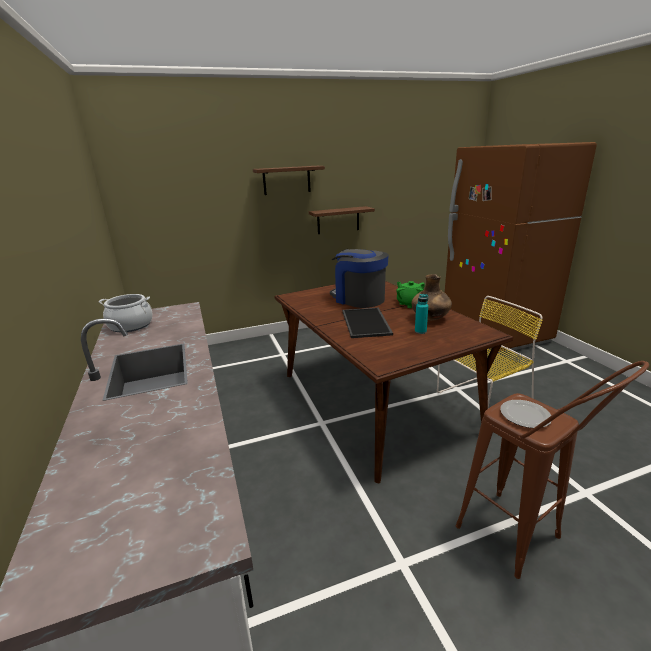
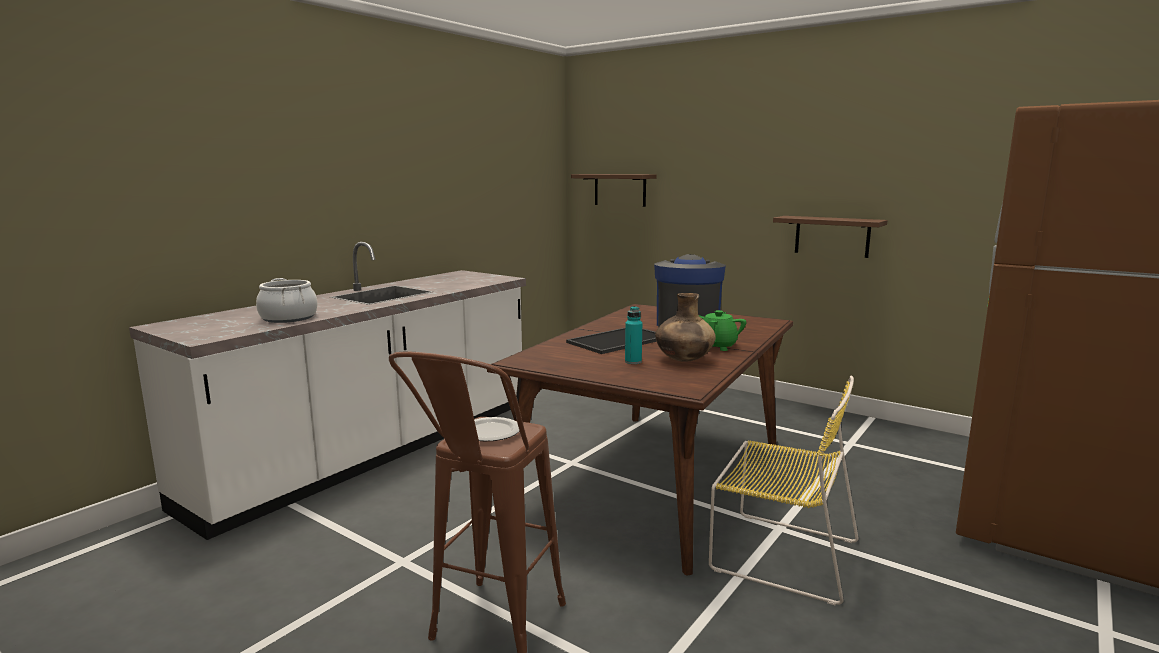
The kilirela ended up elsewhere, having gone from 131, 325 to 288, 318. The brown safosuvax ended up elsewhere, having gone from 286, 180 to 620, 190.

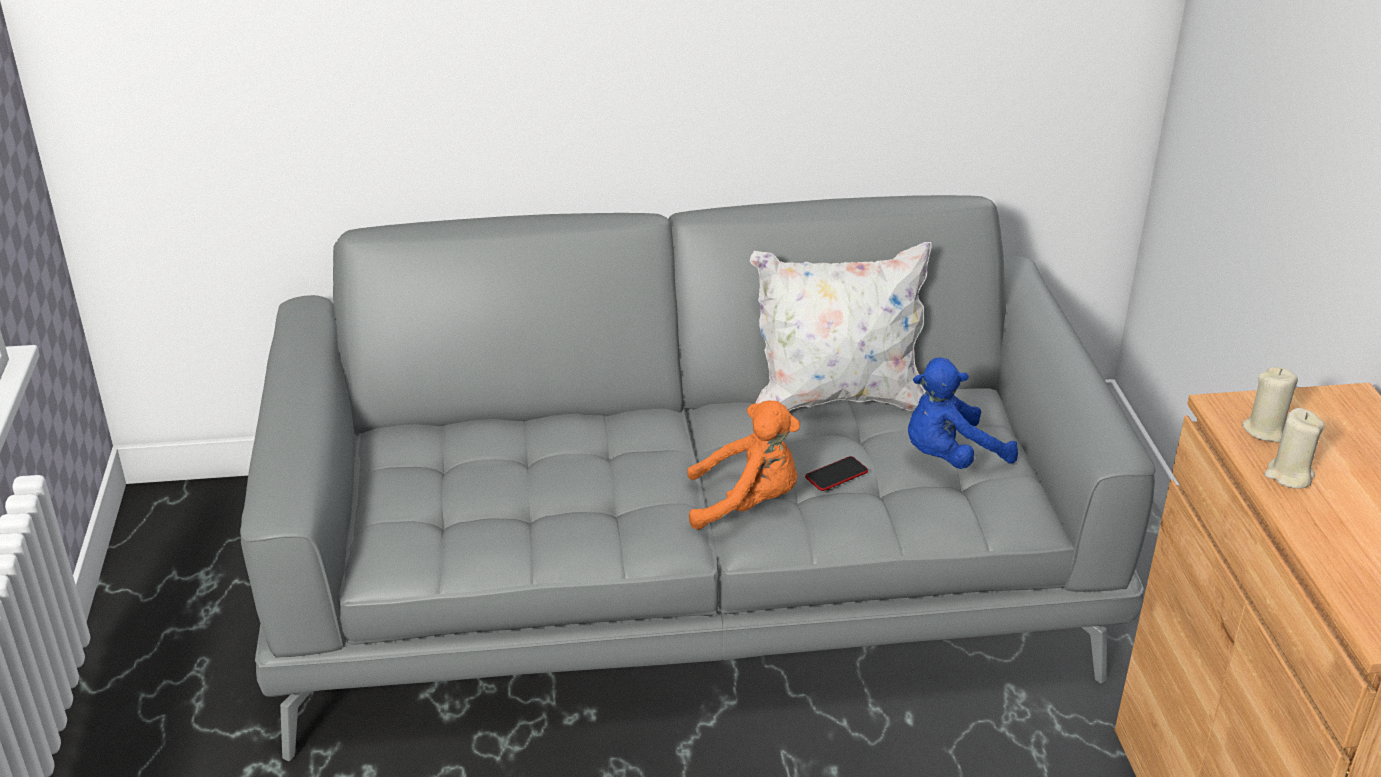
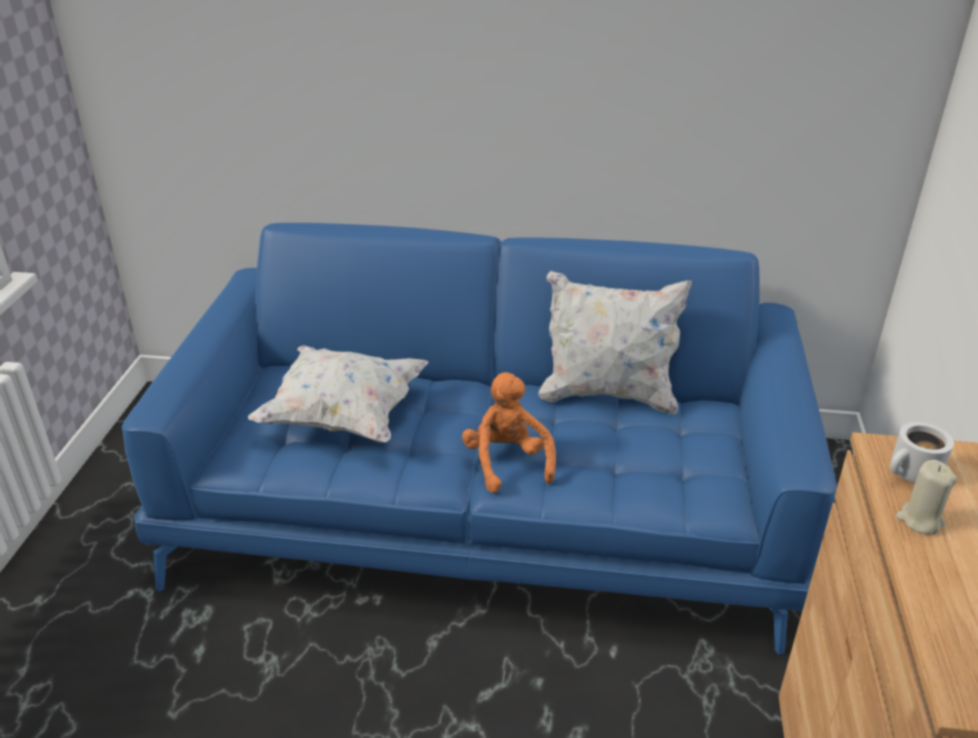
What was the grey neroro at 689, 574 turned into the blue neroro at 488, 507. The second view gained the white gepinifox at 343, 416. The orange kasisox at 747, 503 ended up facing another way, 120 degrees counterclockwise from before. Where the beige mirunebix stood at 1266, 430, the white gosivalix came to stand at 912, 475. The second view lost the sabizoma at 836, 475. The second view lost the blue kasisox at 950, 457.

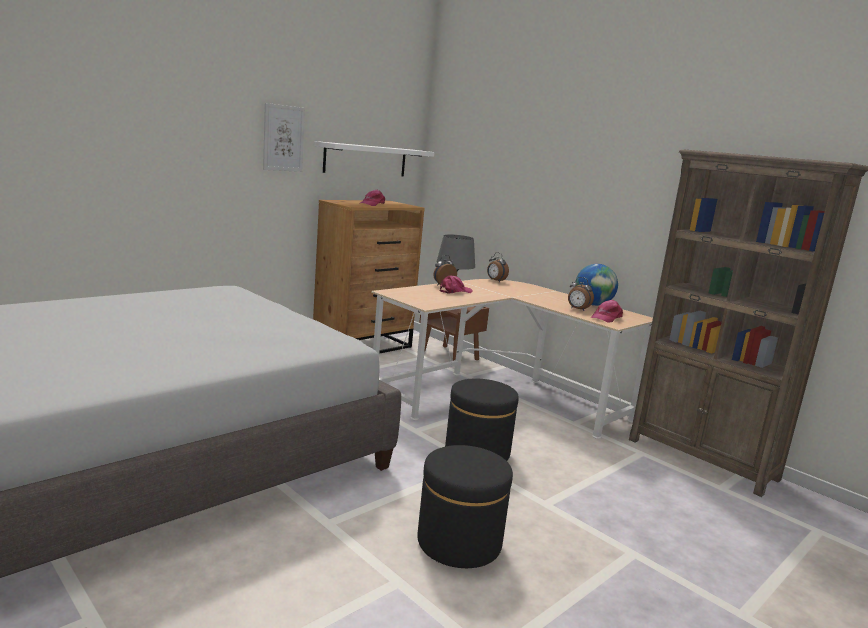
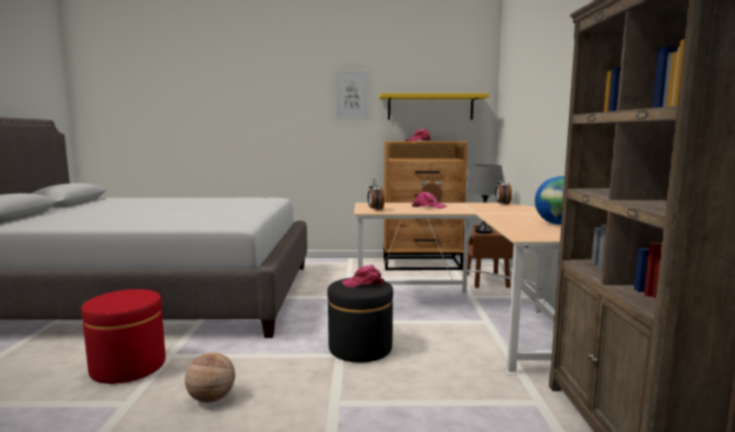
The second view gained the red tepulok at 128, 367. Where the black tepulok stood at 459, 542, the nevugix came to stand at 211, 399. The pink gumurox ended up elsewhere, having gone from 606, 317 to 363, 283. The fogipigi ended up elsewhere, having gone from 577, 309 to 375, 209. What was the white safosuvax at 366, 160 turned into the yellow safosuvax at 430, 107.

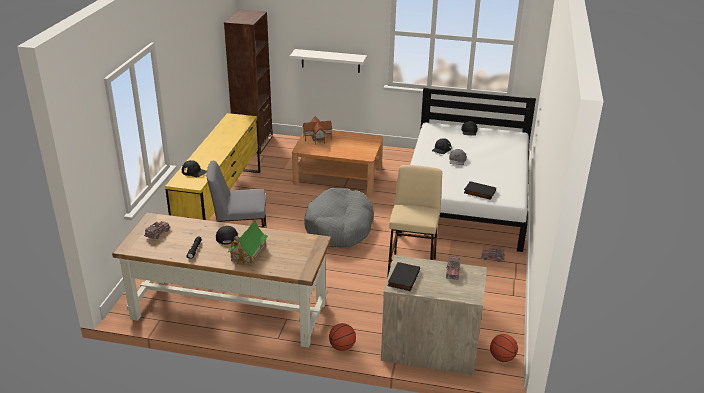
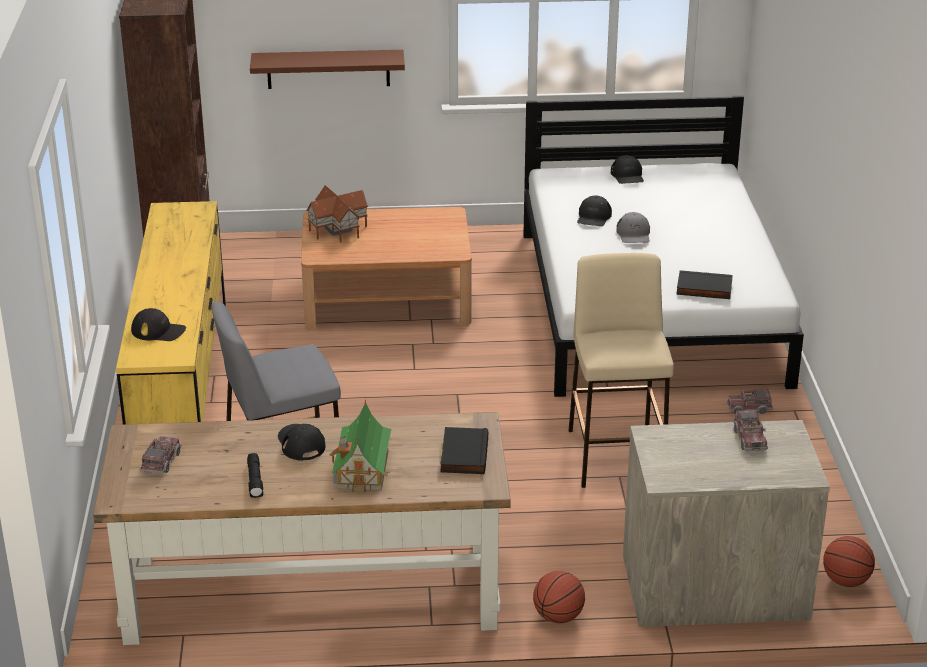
What was the white safosuvax at 330, 61 turned into the brown safosuvax at 328, 69. The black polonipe ended up elsewhere, having gone from 403, 278 to 462, 454. The second view lost the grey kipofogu at 339, 227.

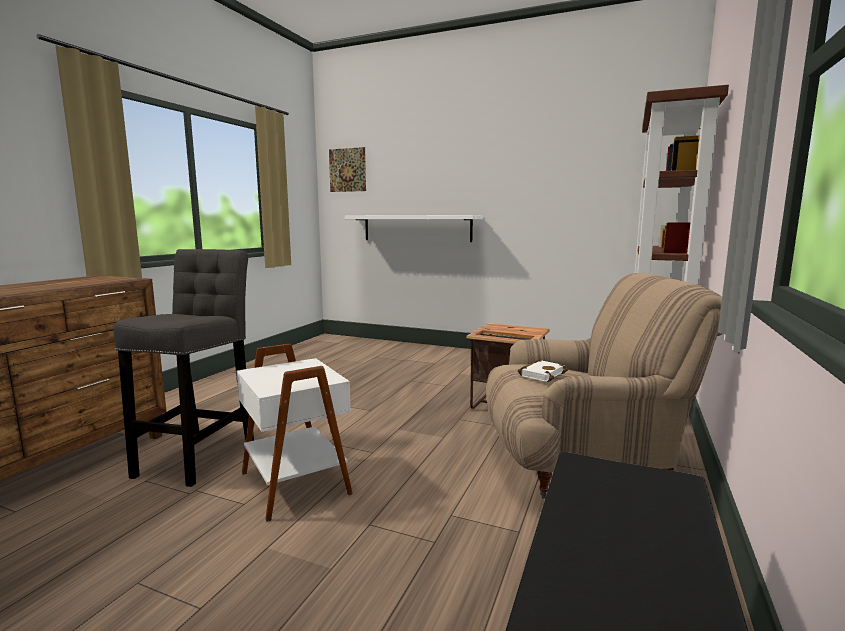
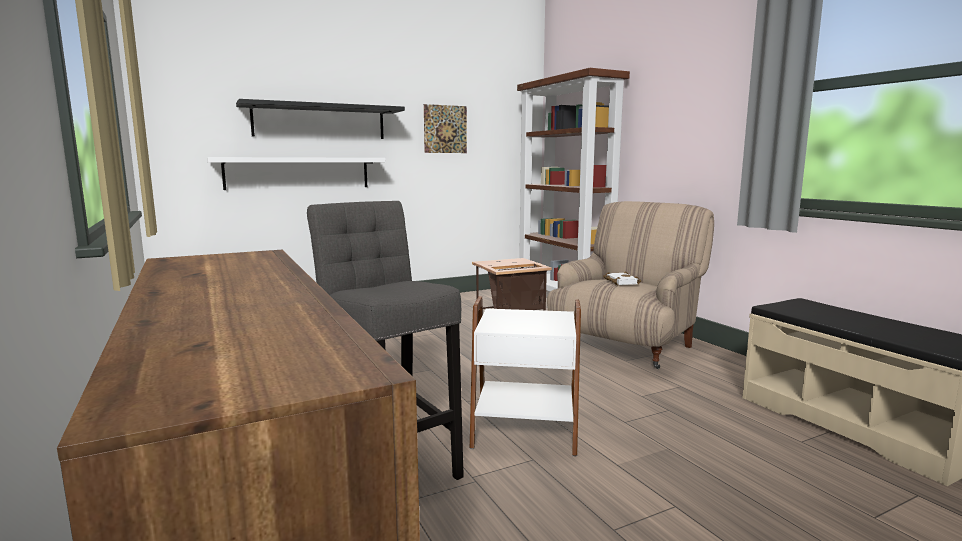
The second view gained the black safosuvax at 320, 122. The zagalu ended up elsewhere, having gone from 347, 170 to 445, 129.

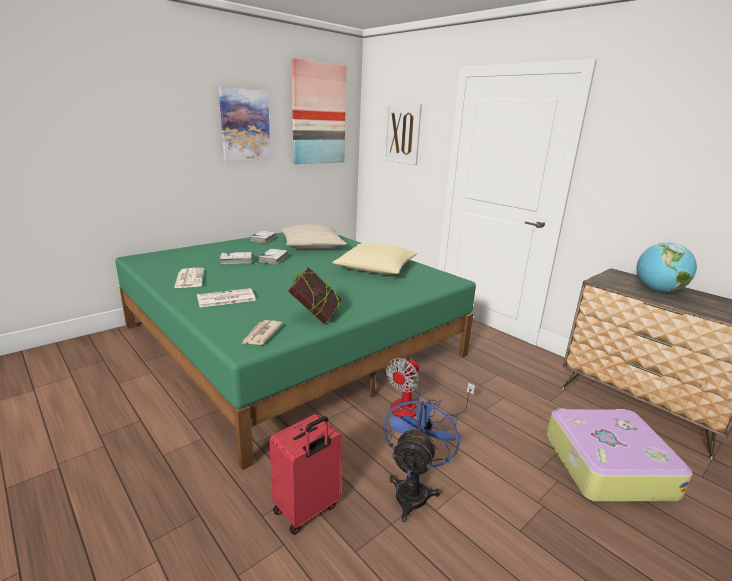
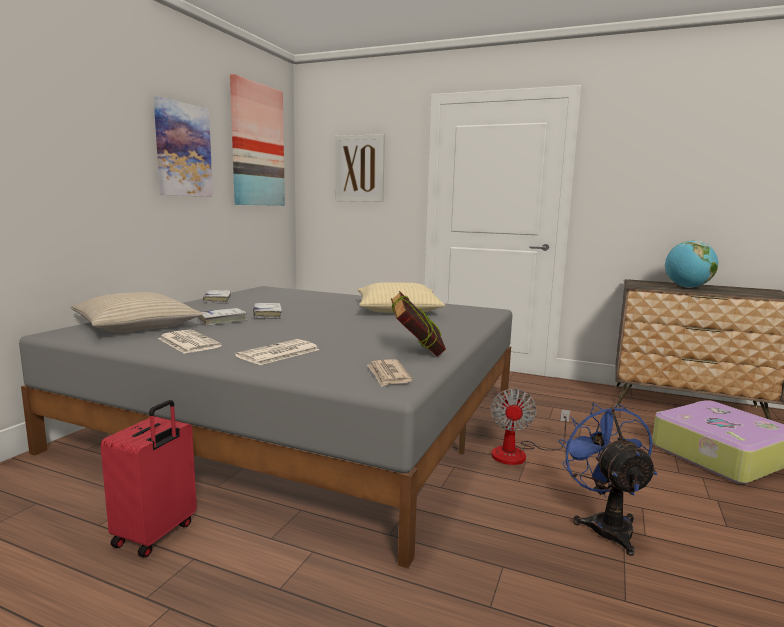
What was the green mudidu at 293, 340 turned into the grey mudidu at 306, 420. The beige gepinifox ended up elsewhere, having gone from 312, 245 to 136, 326. The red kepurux ended up elsewhere, having gone from 307, 510 to 156, 534.

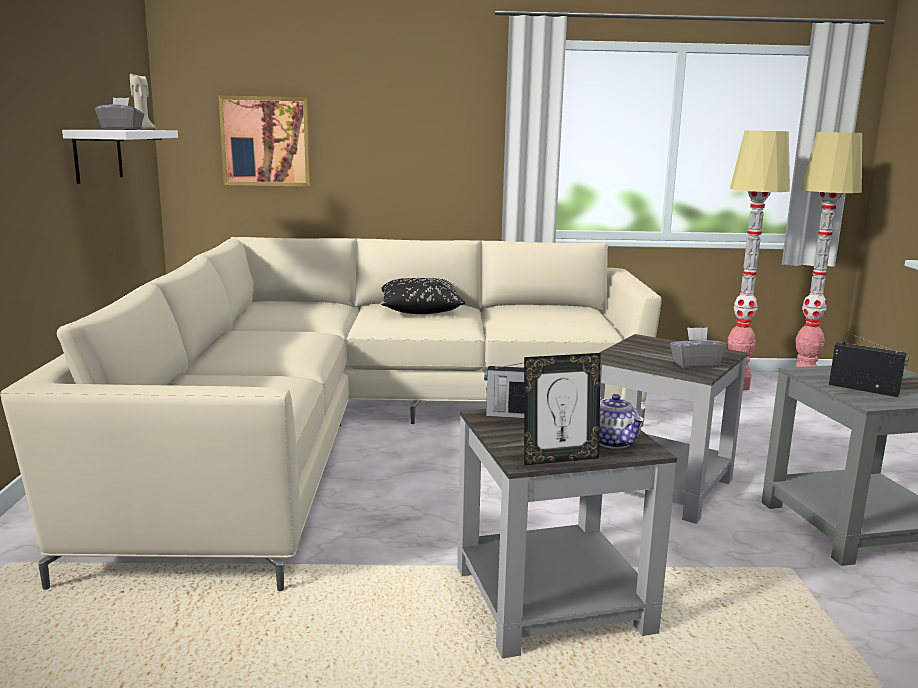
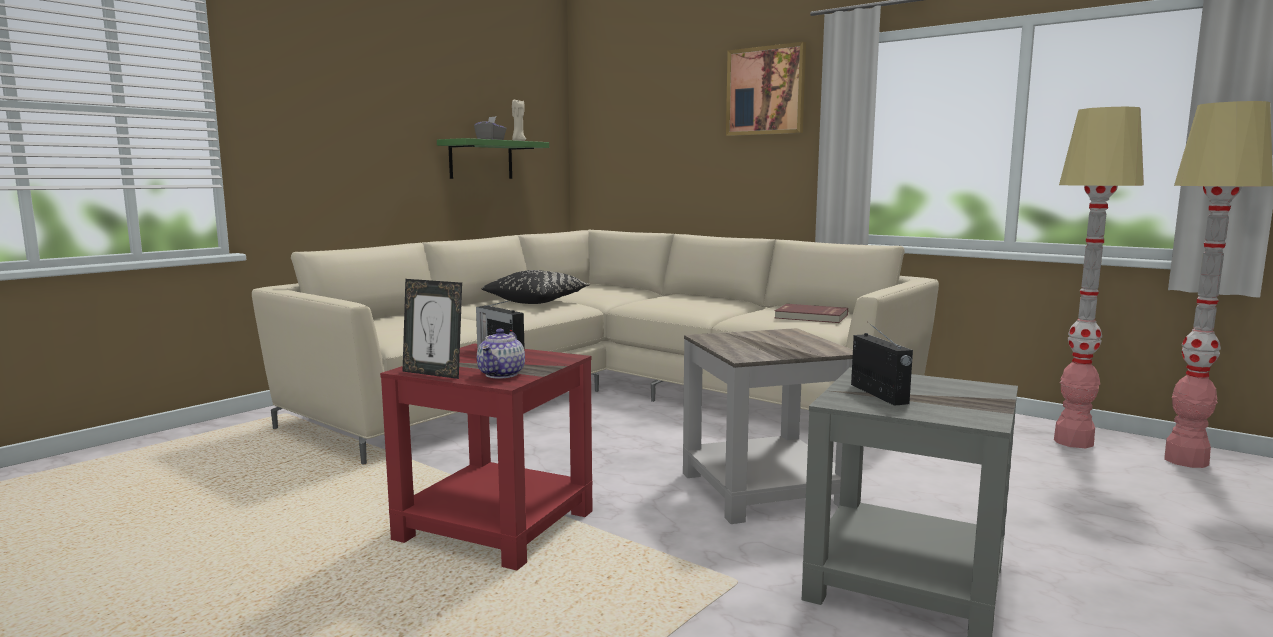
What was the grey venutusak at 552, 598 turned into the red venutusak at 499, 525. What was the white safosuvax at 98, 155 turned into the green safosuvax at 481, 160. The black gepinifox ended up elsewhere, having gone from 419, 310 to 537, 301. The zagalu ended up elsewhere, having gone from 266, 141 to 765, 91. The second view gained the red polonipe at 811, 317. The second view lost the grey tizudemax at 695, 364.

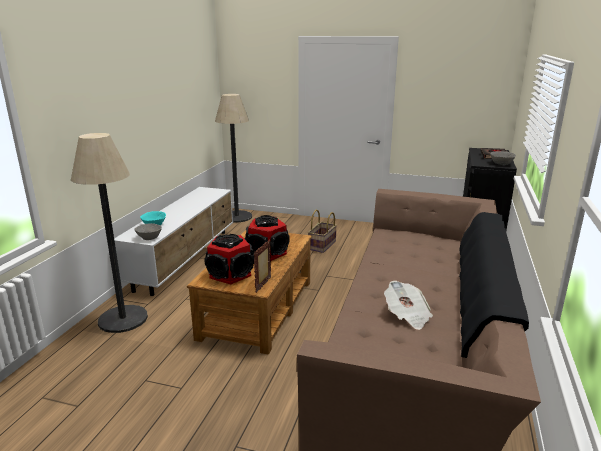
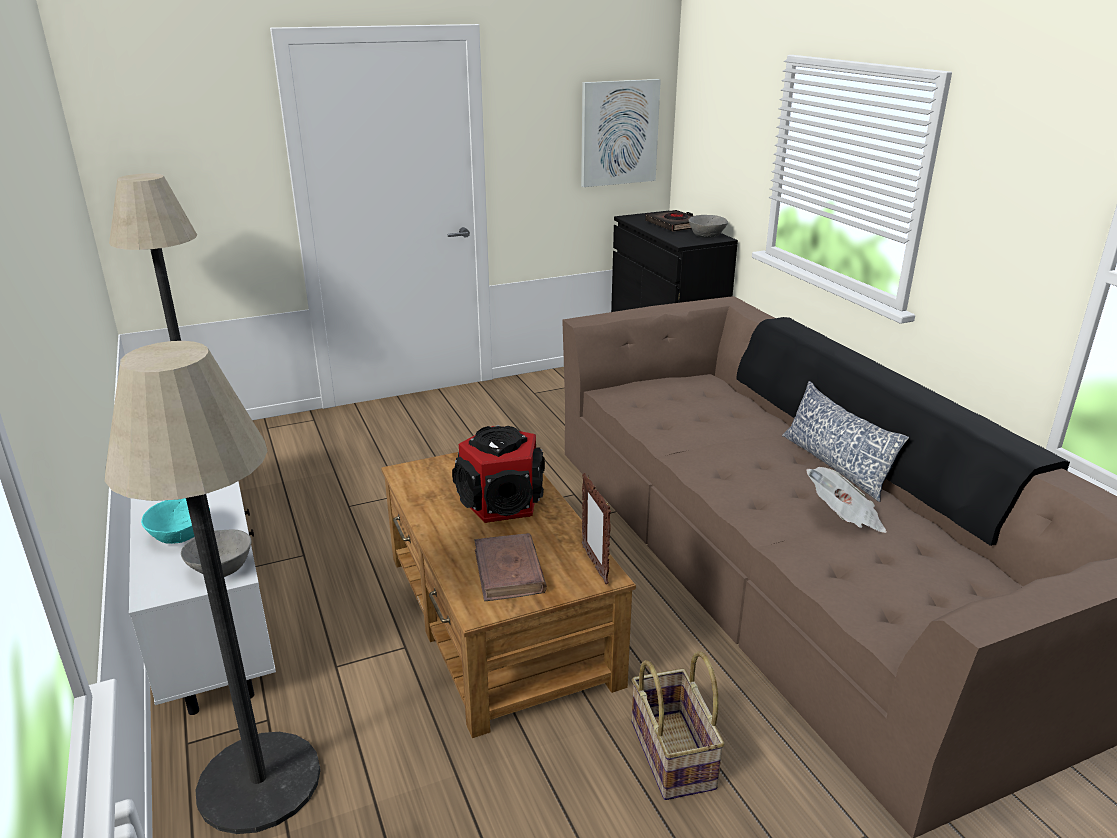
Where the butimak stood at 231, 274, the brown polonipe came to stand at 509, 571. The second view gained the zagalu at 619, 133. The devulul ended up elsewhere, having gone from 322, 245 to 674, 754. The second view gained the gepinifox at 835, 465.

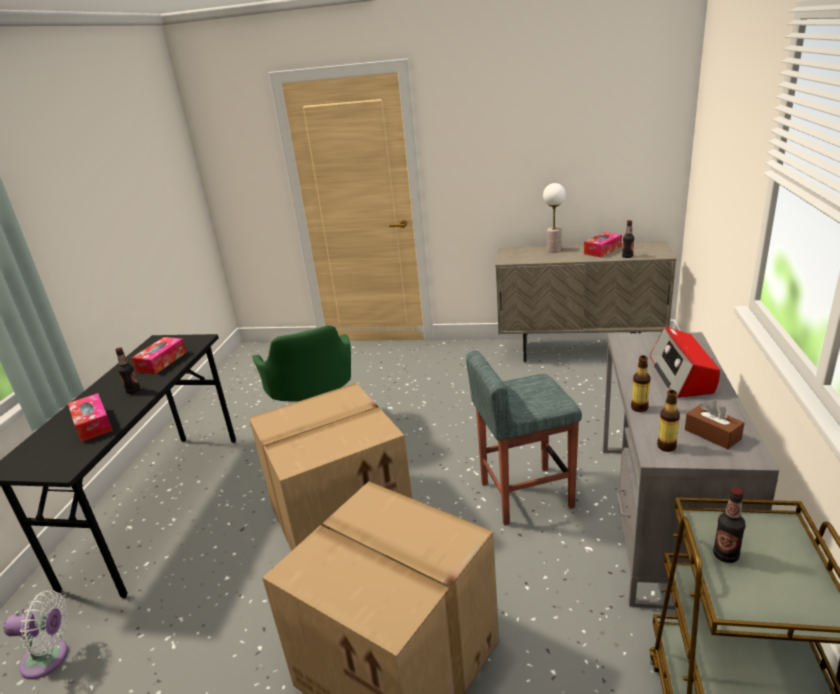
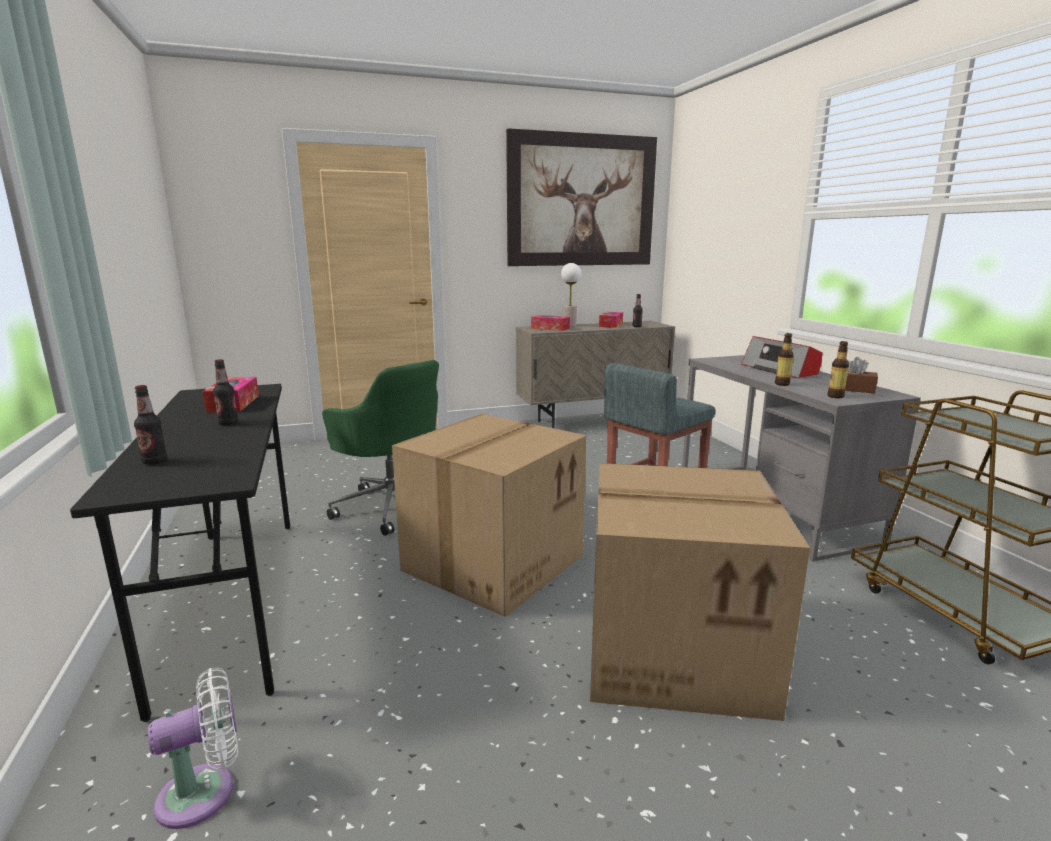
The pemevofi ended up elsewhere, having gone from 725, 555 to 155, 461. The second view gained the zagalu at 581, 201. The tizudemax ended up elsewhere, having gone from 93, 424 to 550, 328.

